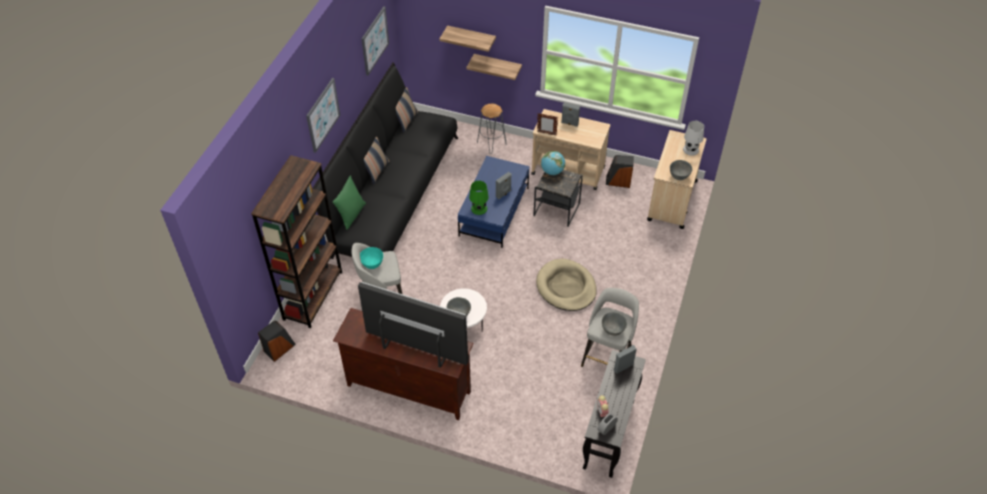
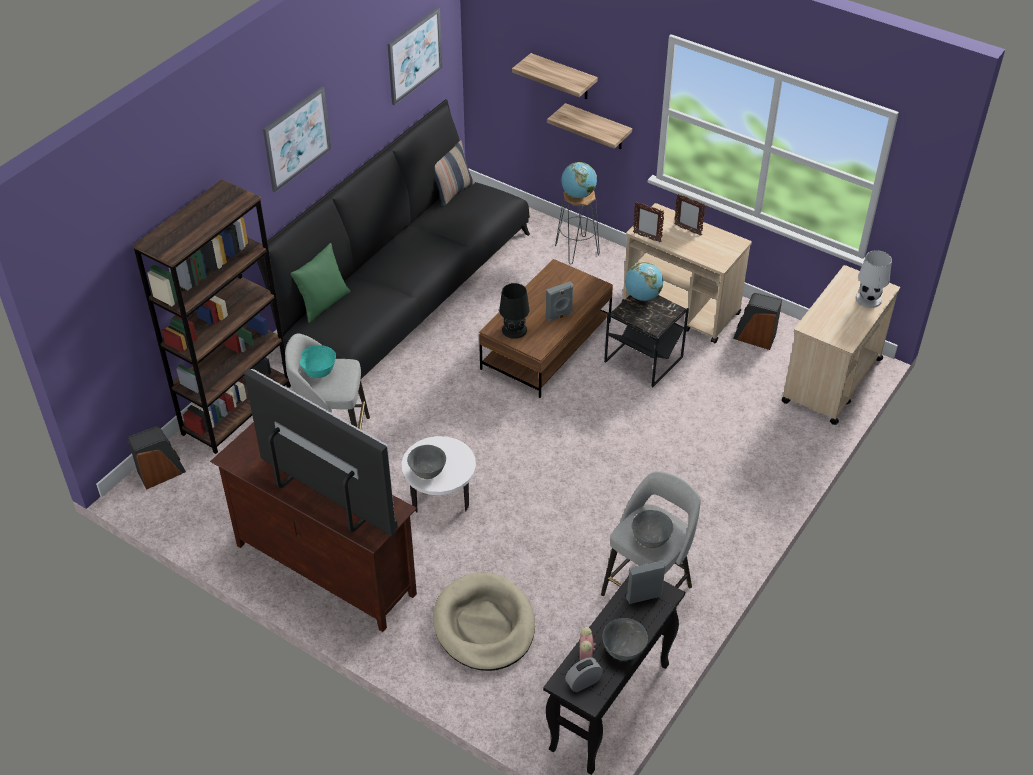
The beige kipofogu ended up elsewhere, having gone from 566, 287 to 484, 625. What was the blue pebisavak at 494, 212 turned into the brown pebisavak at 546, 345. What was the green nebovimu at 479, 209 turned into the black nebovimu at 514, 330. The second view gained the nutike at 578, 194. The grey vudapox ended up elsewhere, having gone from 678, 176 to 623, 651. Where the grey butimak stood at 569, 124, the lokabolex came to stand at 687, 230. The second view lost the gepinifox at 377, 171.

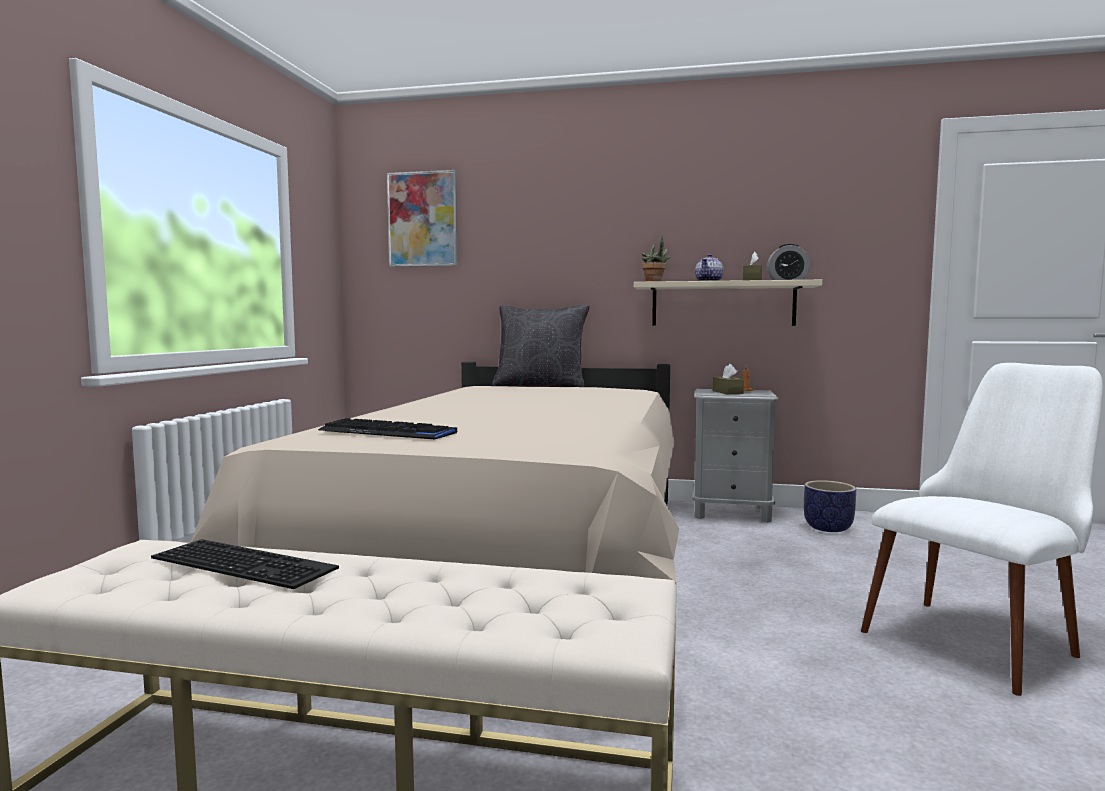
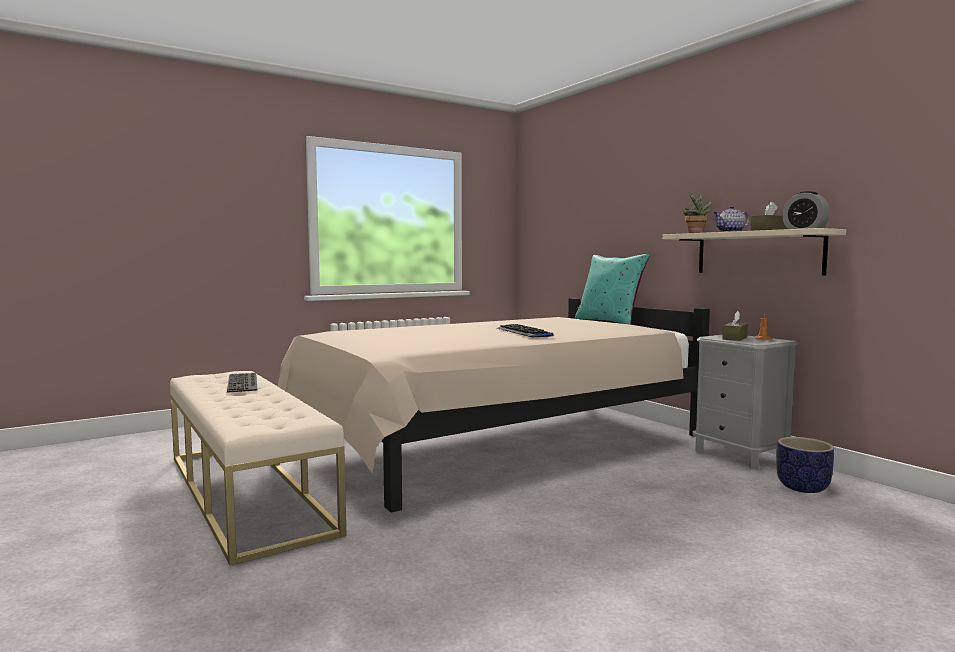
The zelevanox ended up elsewhere, having gone from 387, 432 to 523, 332. What was the black gepinifox at 540, 386 turned into the turquoise gepinifox at 609, 321. The second view lost the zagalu at 423, 219. The second view lost the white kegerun at 982, 635.

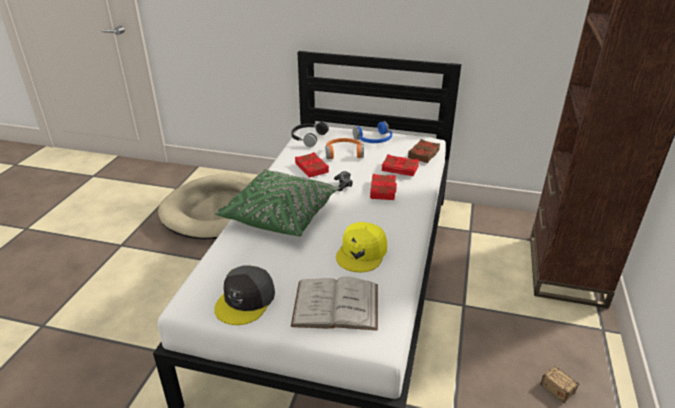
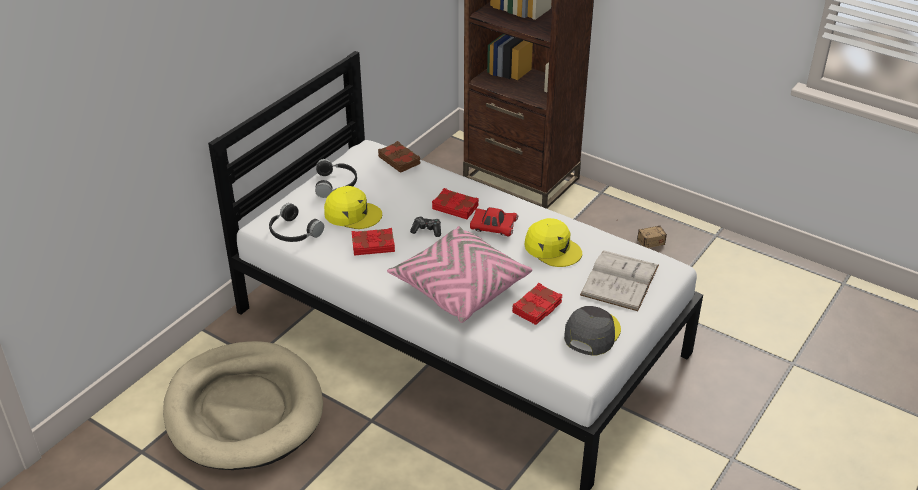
What was the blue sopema at 374, 140 turned into the black sopema at 336, 184. Where the orange sopema stood at 344, 153, the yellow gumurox came to stand at 352, 214. What was the green gepinifox at 281, 214 turned into the pink gepinifox at 459, 287. The second view gained the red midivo at 493, 228. The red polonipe ended up elsewhere, having gone from 400, 169 to 537, 308. The grey gumurox at 245, 300 ended up facing another way, 105 degrees counterclockwise from before.

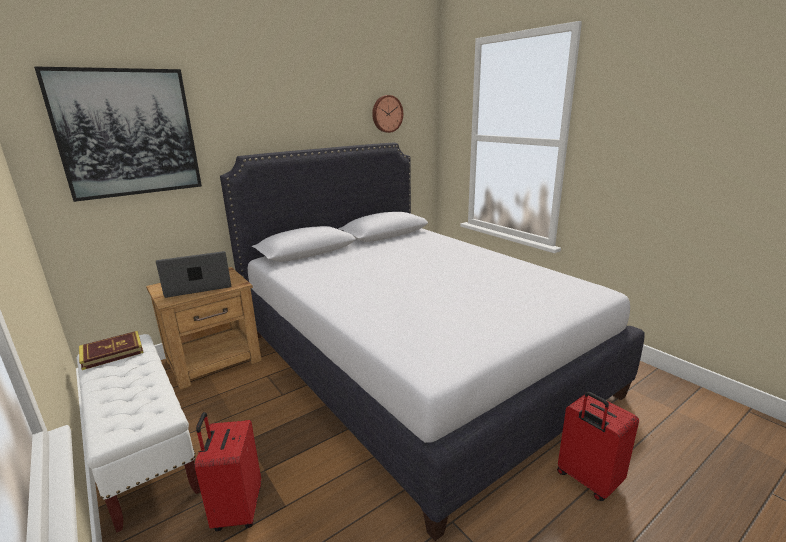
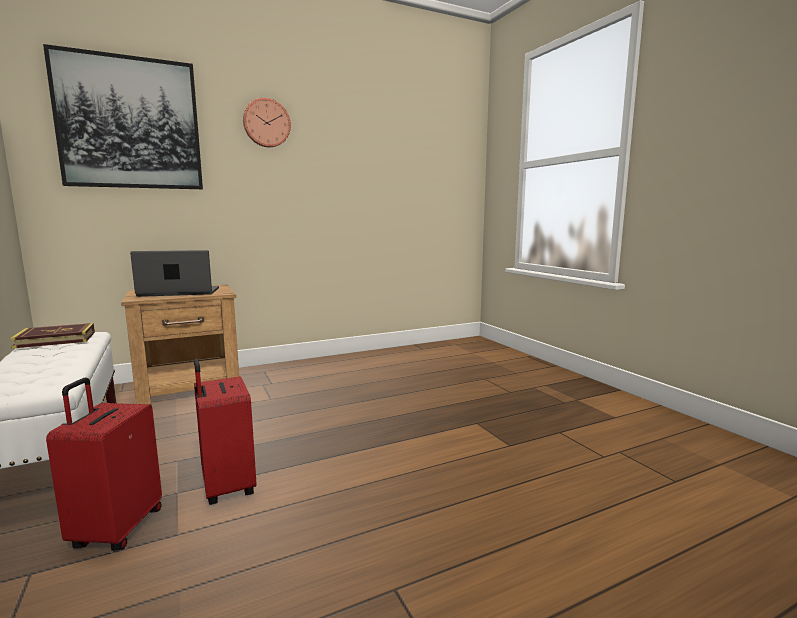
The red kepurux ended up elsewhere, having gone from 587, 480 to 226, 487. The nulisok ended up elsewhere, having gone from 386, 114 to 266, 123. The second view lost the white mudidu at 413, 362.

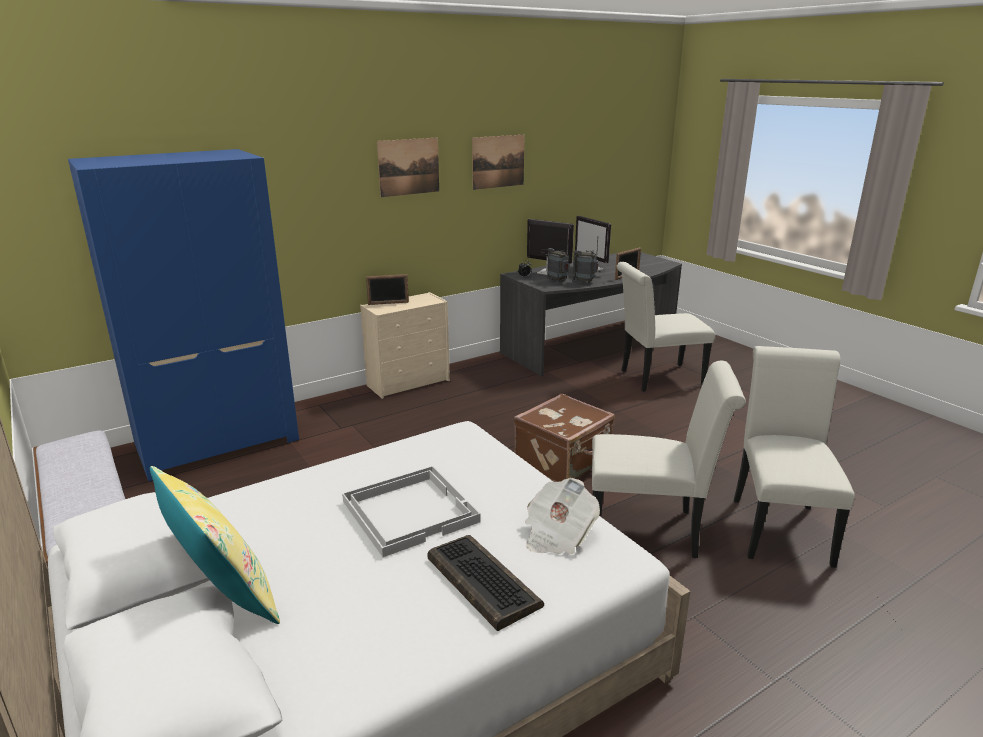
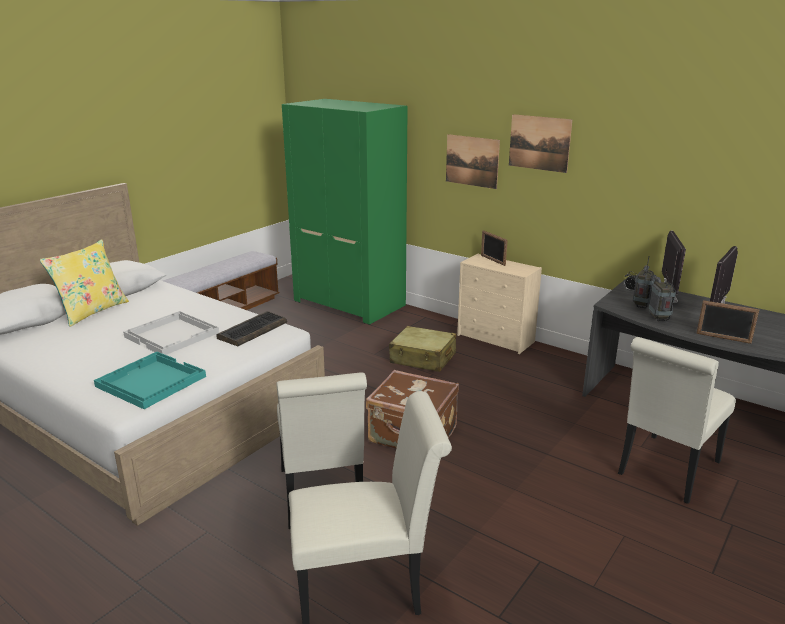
Where the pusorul stood at 557, 534, the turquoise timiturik came to stand at 150, 381. The zelevanox ended up elsewhere, having gone from 481, 581 to 252, 330. What was the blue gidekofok at 218, 441 turned into the green gidekofok at 350, 303. The second view gained the beige kepurux at 423, 358. The zagalu ended up elsewhere, having gone from 498, 161 to 472, 161. The white kegerun at 656, 378 ended up facing another way, 105 degrees counterclockwise from before.

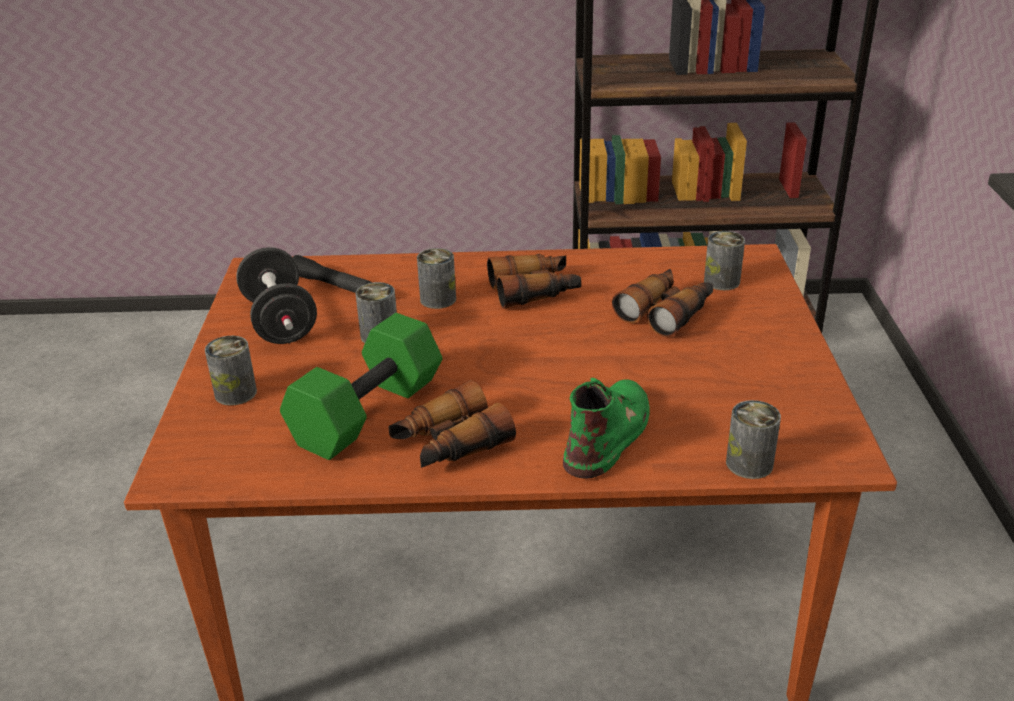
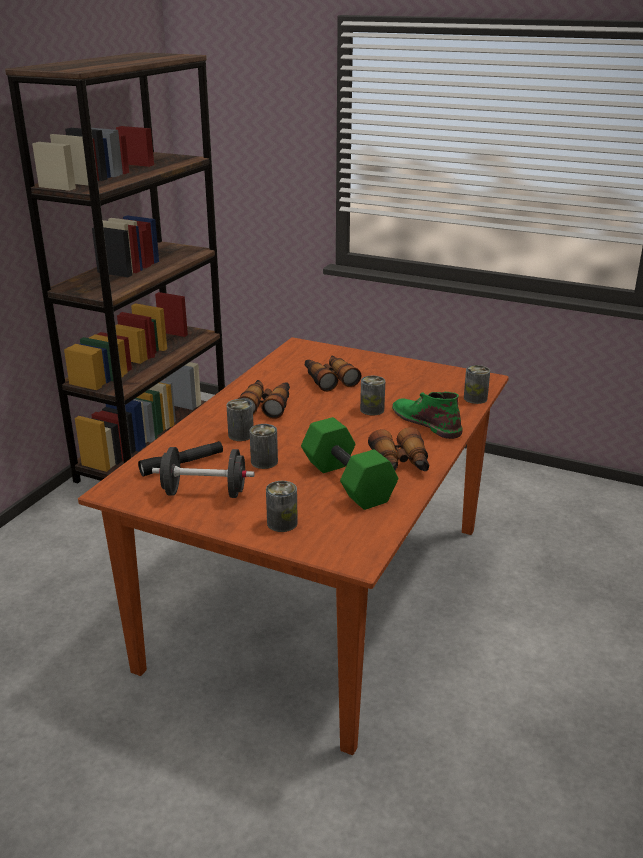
The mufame ended up elsewhere, having gone from 721, 281 to 372, 409.

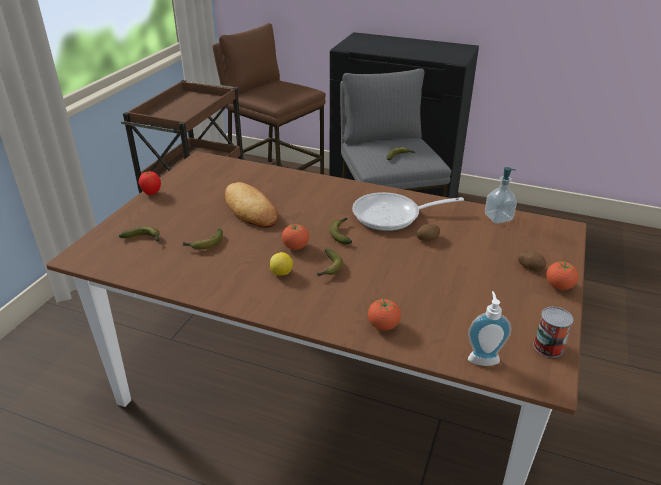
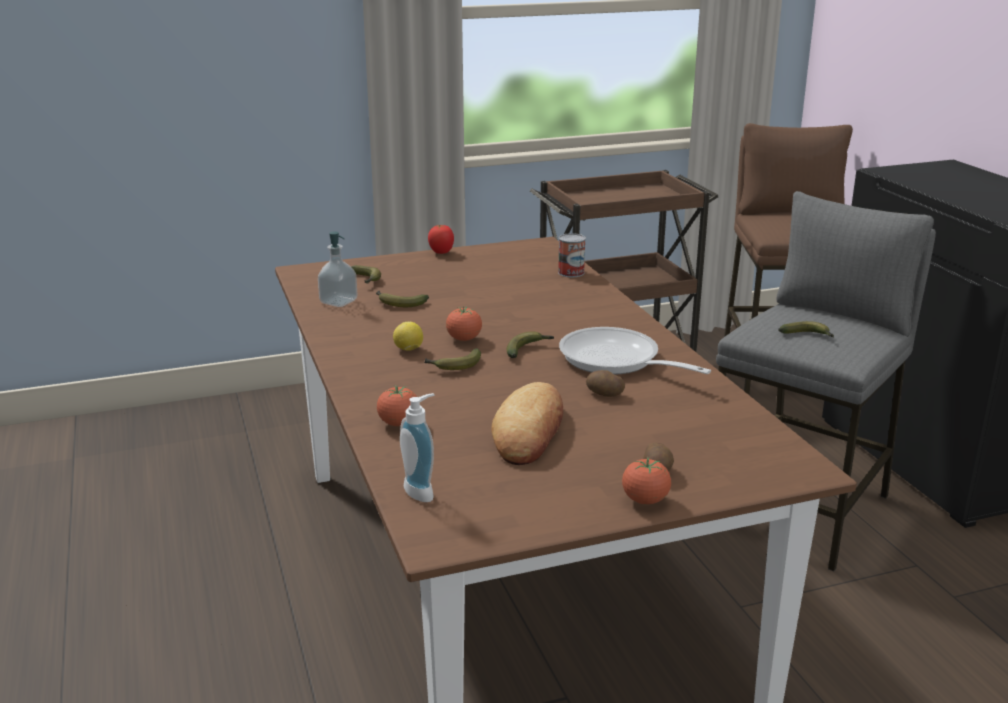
The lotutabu ended up elsewhere, having gone from 498, 218 to 338, 302. The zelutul ended up elsewhere, having gone from 251, 210 to 529, 432. The mufame ended up elsewhere, having gone from 548, 347 to 571, 272.

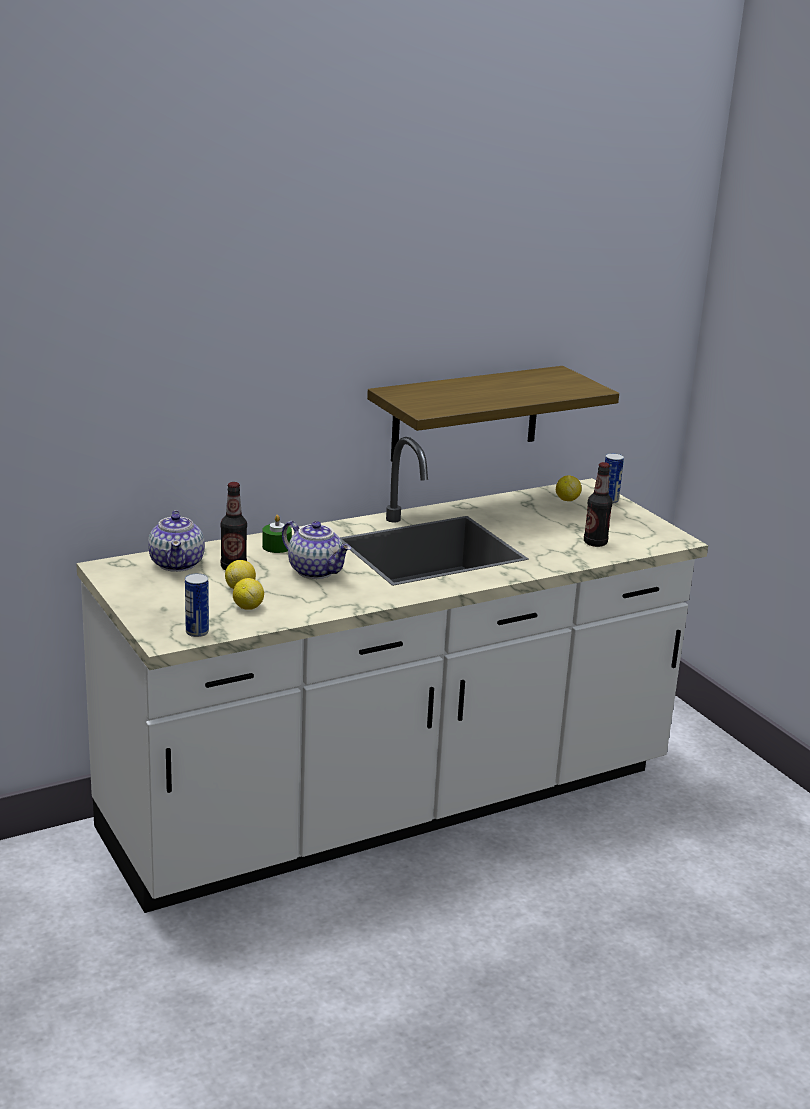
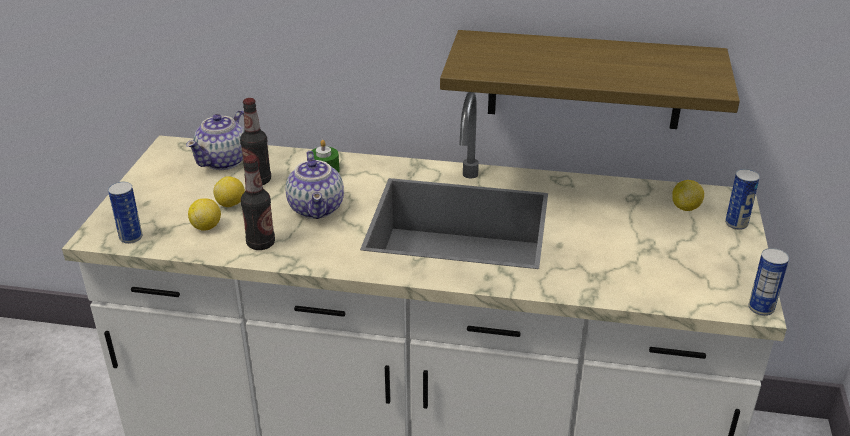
The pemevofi ended up elsewhere, having gone from 595, 543 to 261, 243. The second view gained the mufame at 761, 308.

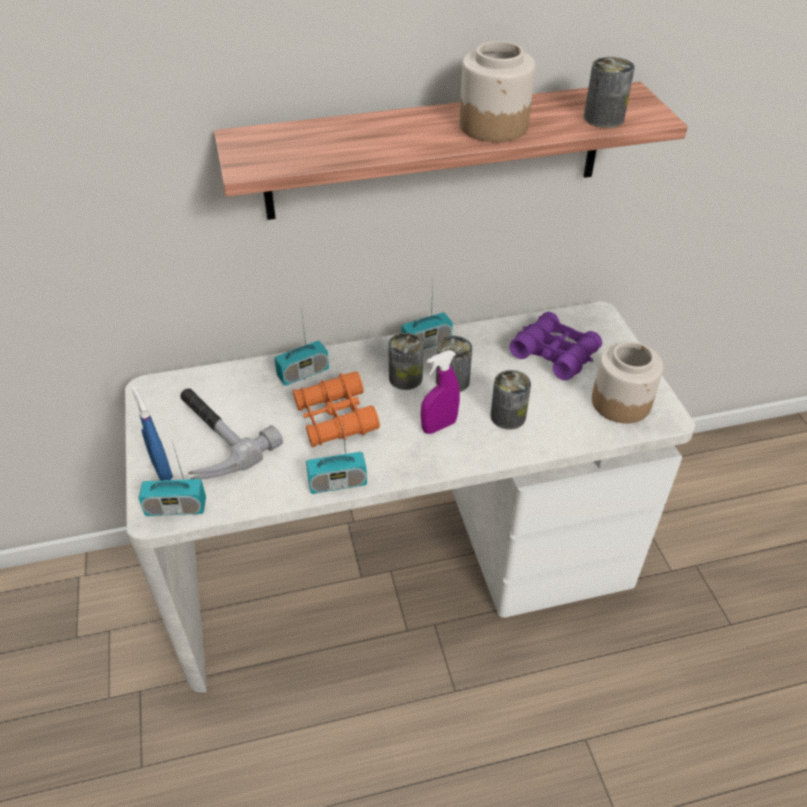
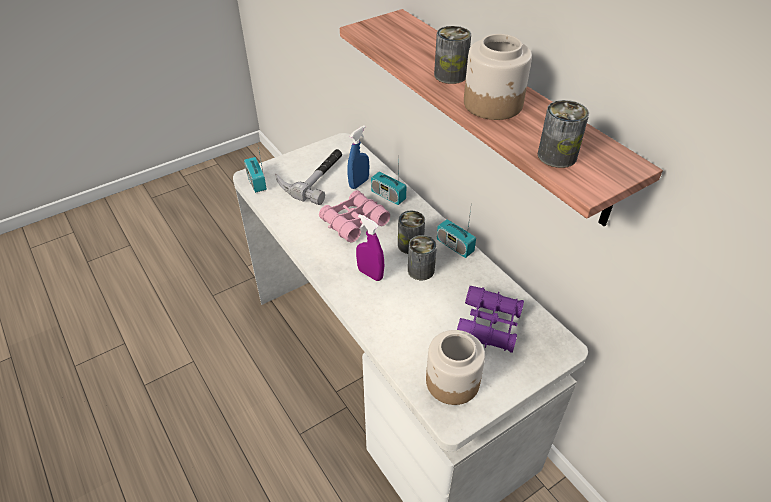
What was the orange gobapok at 335, 418 turned into the pink gobapok at 354, 222. The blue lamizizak ended up elsewhere, having gone from 162, 469 to 359, 183. The mufame ended up elsewhere, having gone from 508, 416 to 450, 75. The second view lost the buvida at 337, 483.

